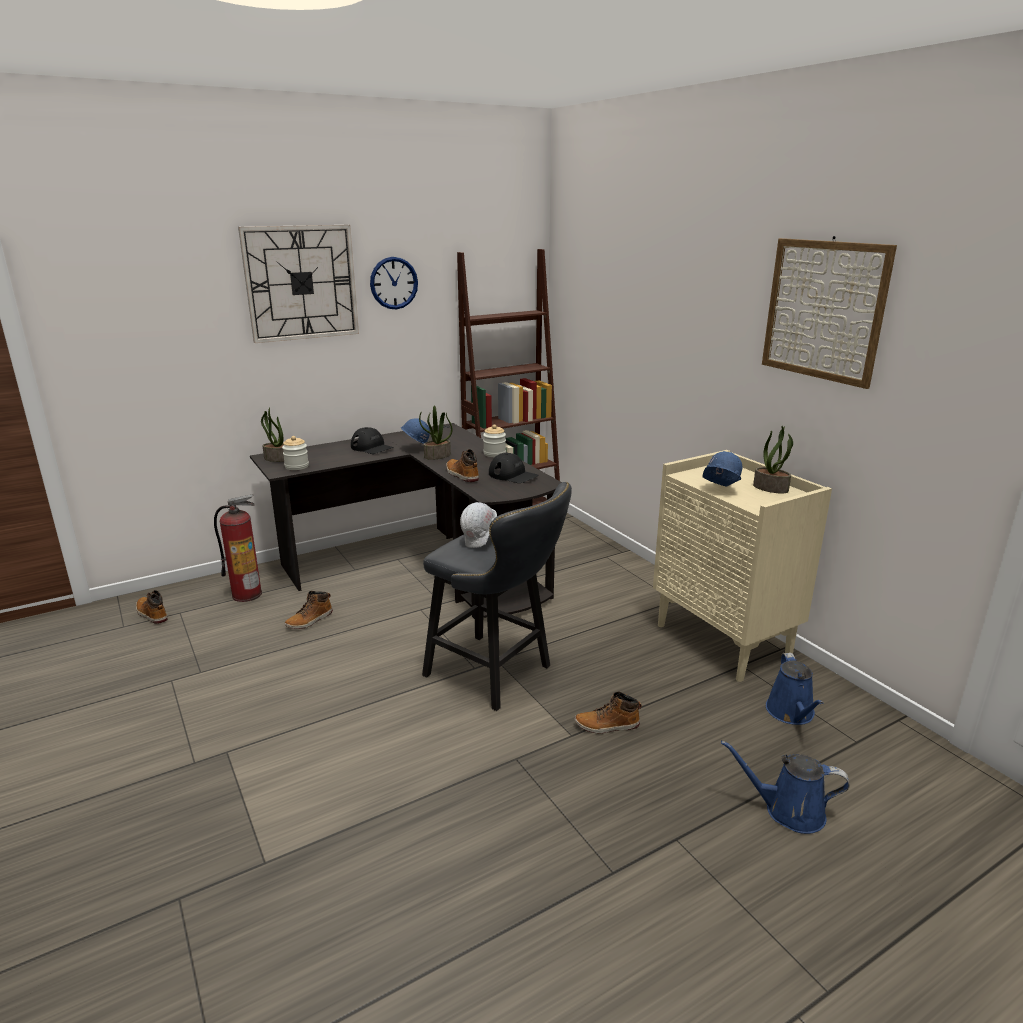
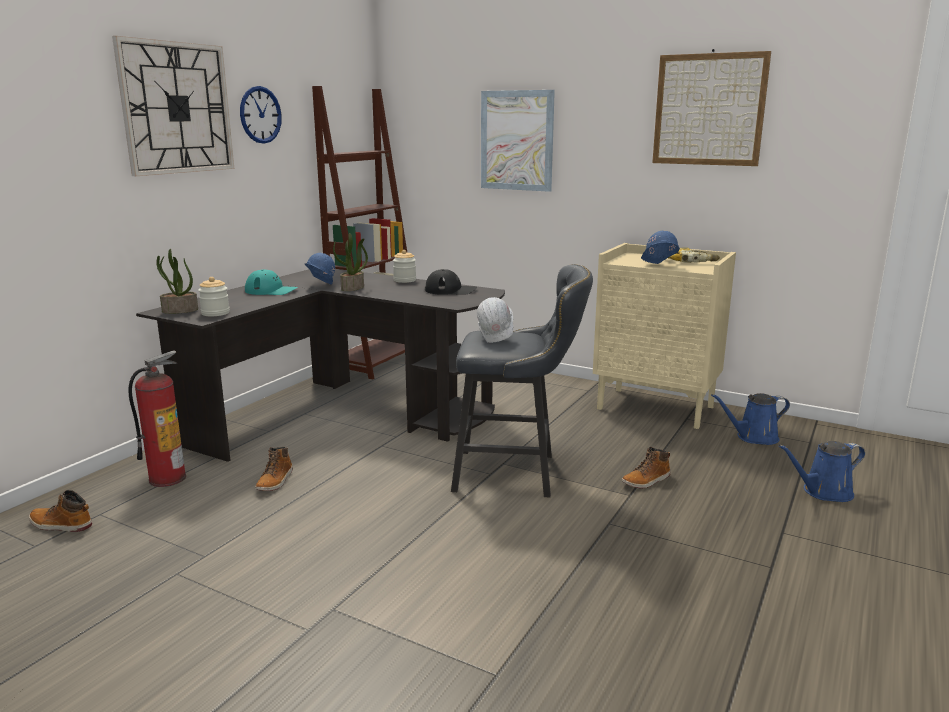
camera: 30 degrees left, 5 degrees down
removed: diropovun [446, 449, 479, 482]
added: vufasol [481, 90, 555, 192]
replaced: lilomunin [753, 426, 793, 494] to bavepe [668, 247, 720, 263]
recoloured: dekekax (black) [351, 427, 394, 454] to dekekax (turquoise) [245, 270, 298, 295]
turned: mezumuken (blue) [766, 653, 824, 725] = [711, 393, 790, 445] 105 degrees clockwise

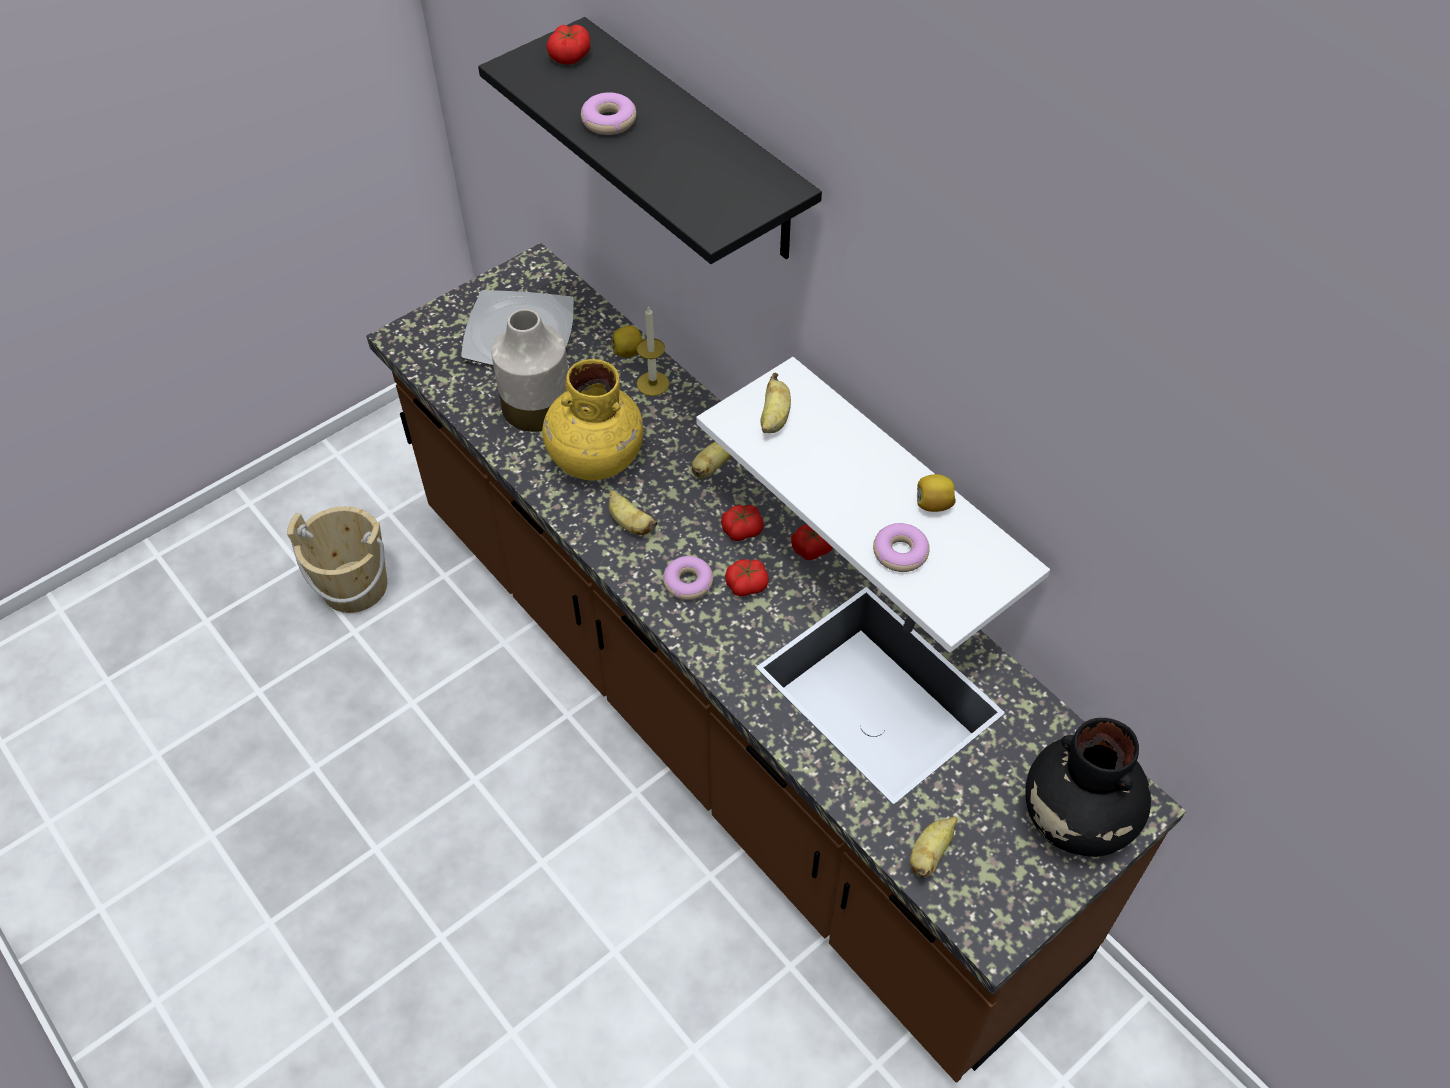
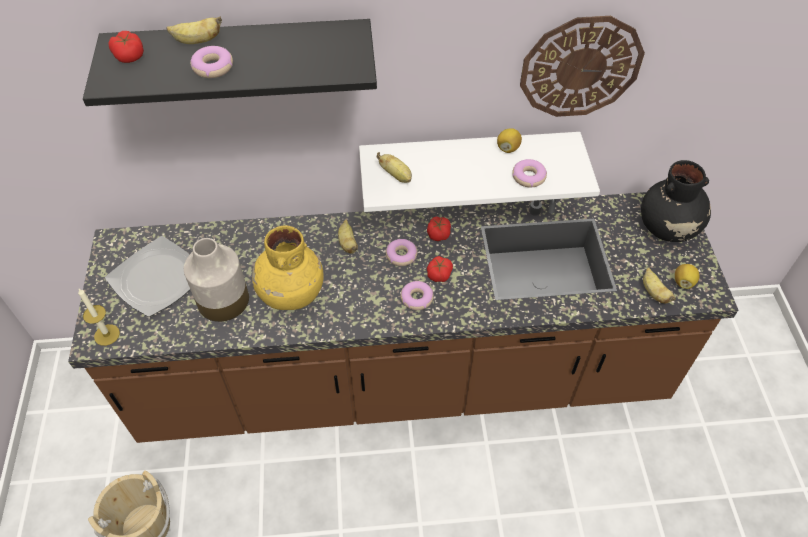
camera: 55 degrees left, 0 degrees up
added: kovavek [520, 16, 645, 117]
moved: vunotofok [609, 490, 657, 535] to [166, 16, 222, 44]; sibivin [611, 326, 642, 357] to [675, 264, 699, 289]; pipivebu [637, 306, 669, 396] to [78, 289, 120, 346]
replaced: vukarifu [721, 505, 764, 541] to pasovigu [386, 239, 417, 266]

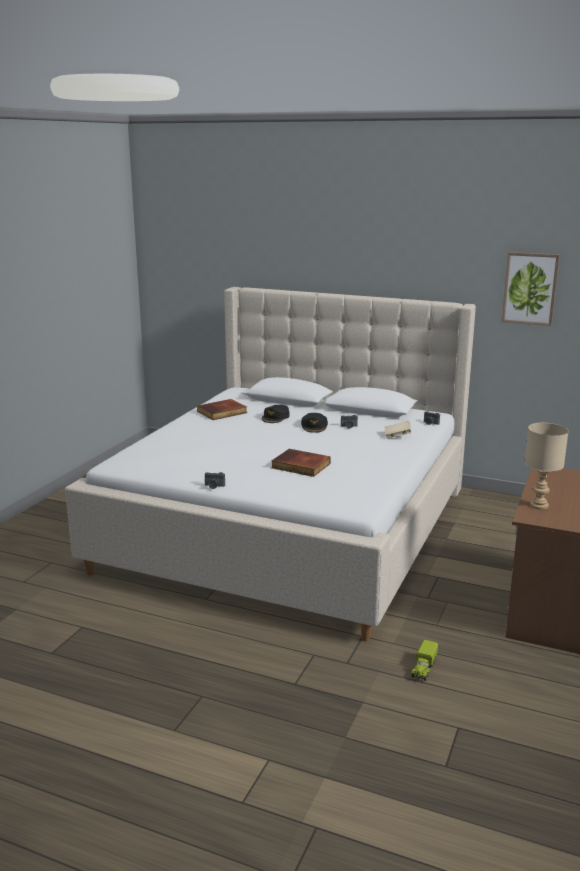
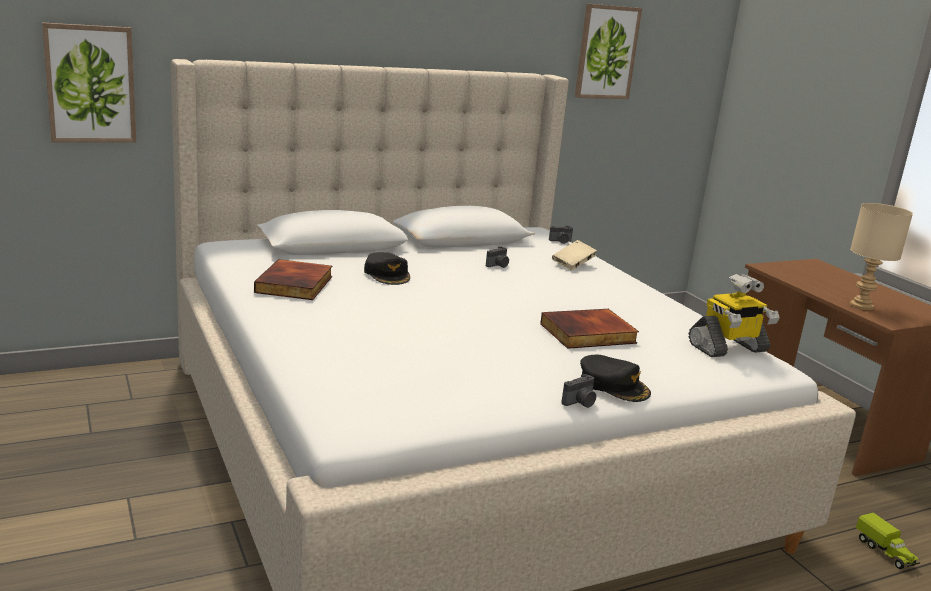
camera: 50 degrees left, 0 degrees up
added: vufasol [42, 22, 136, 143]; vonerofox [689, 273, 780, 357]
moved: dekekax (black) [301, 413, 328, 433] to [580, 355, 651, 402]

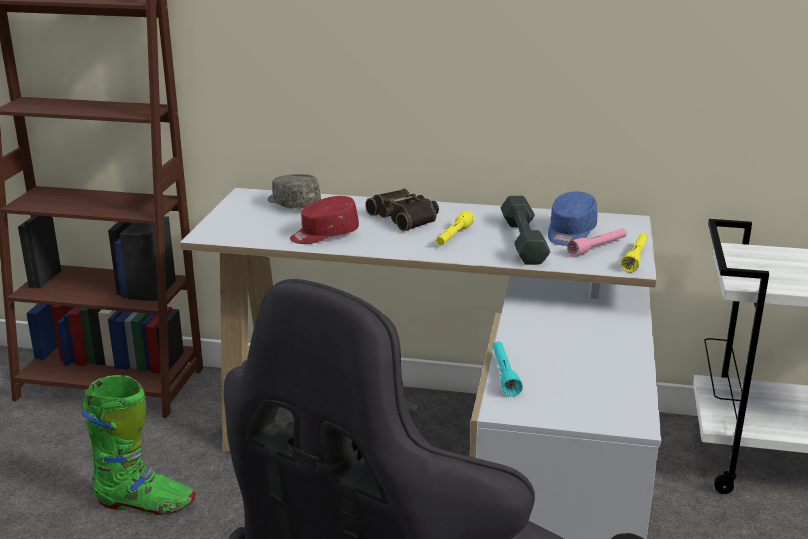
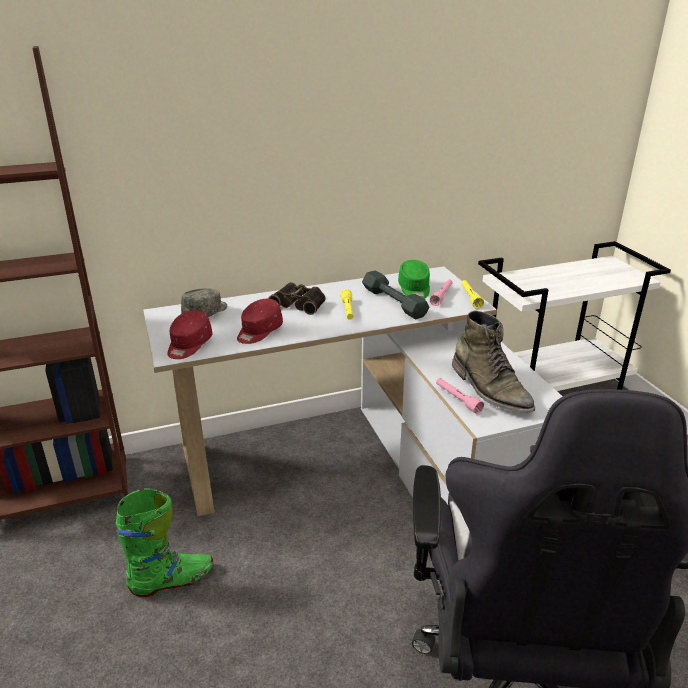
camera: 30 degrees left, 5 degrees up
added: dekekax (red) [167, 310, 212, 359]; diropovun (green) [452, 311, 535, 413]
recoloured: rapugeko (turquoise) [493, 341, 523, 396] to rapugeko (pink) [436, 378, 484, 414]; dekekax (blue) [548, 191, 598, 246] to dekekax (green) [398, 260, 430, 299]
turned: dekekax (grey) [268, 174, 321, 209] = [181, 288, 227, 317] 105 degrees clockwise

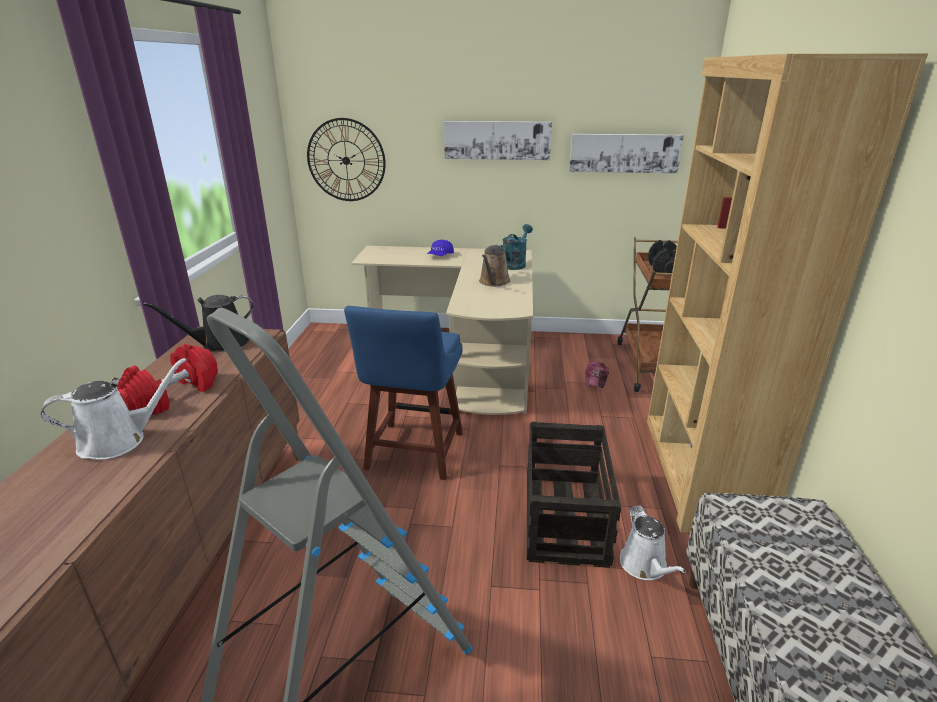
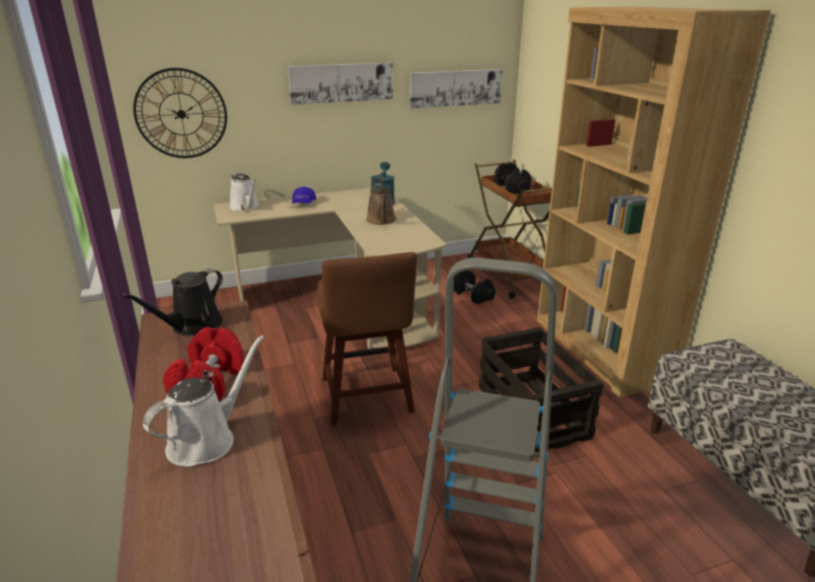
camera: 25 degrees left, 0 degrees up
moved: mezumuken (white) [620, 505, 686, 580] to [230, 173, 259, 211]
replaced: dekekax [585, 362, 609, 388] to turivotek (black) [454, 270, 496, 304]
recoloured: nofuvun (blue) [344, 306, 463, 480] to nofuvun (brown) [316, 252, 417, 425]

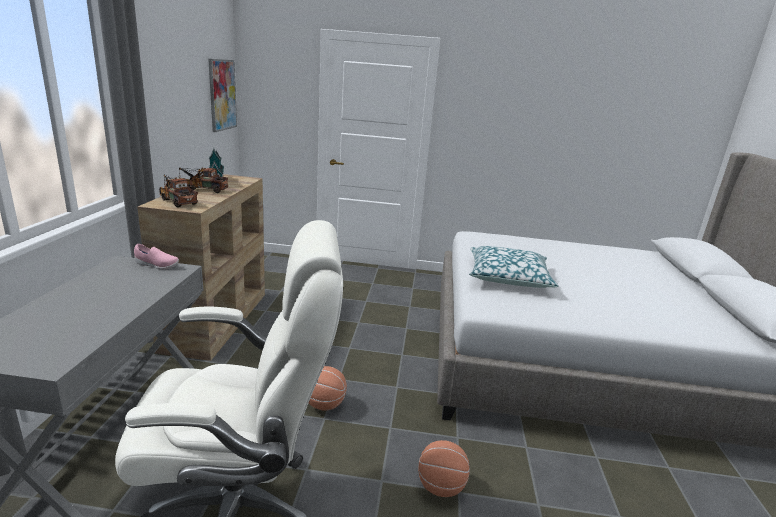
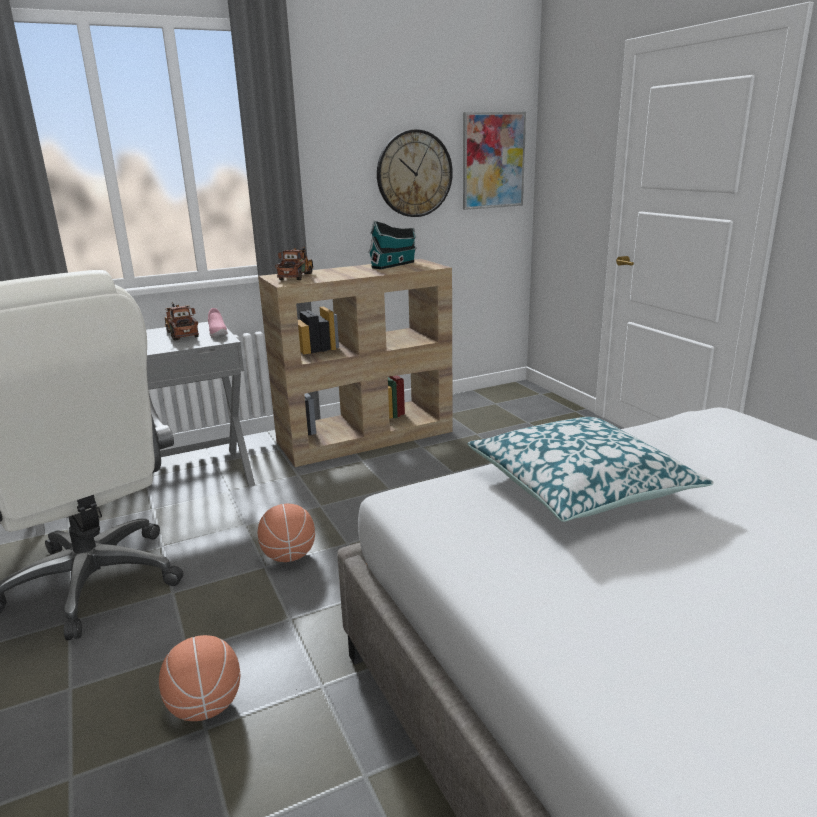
camera: 60 degrees right, 0 degrees up
added: kovavek [377, 129, 453, 217]
moved: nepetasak [178, 168, 228, 193] to [165, 302, 199, 341]

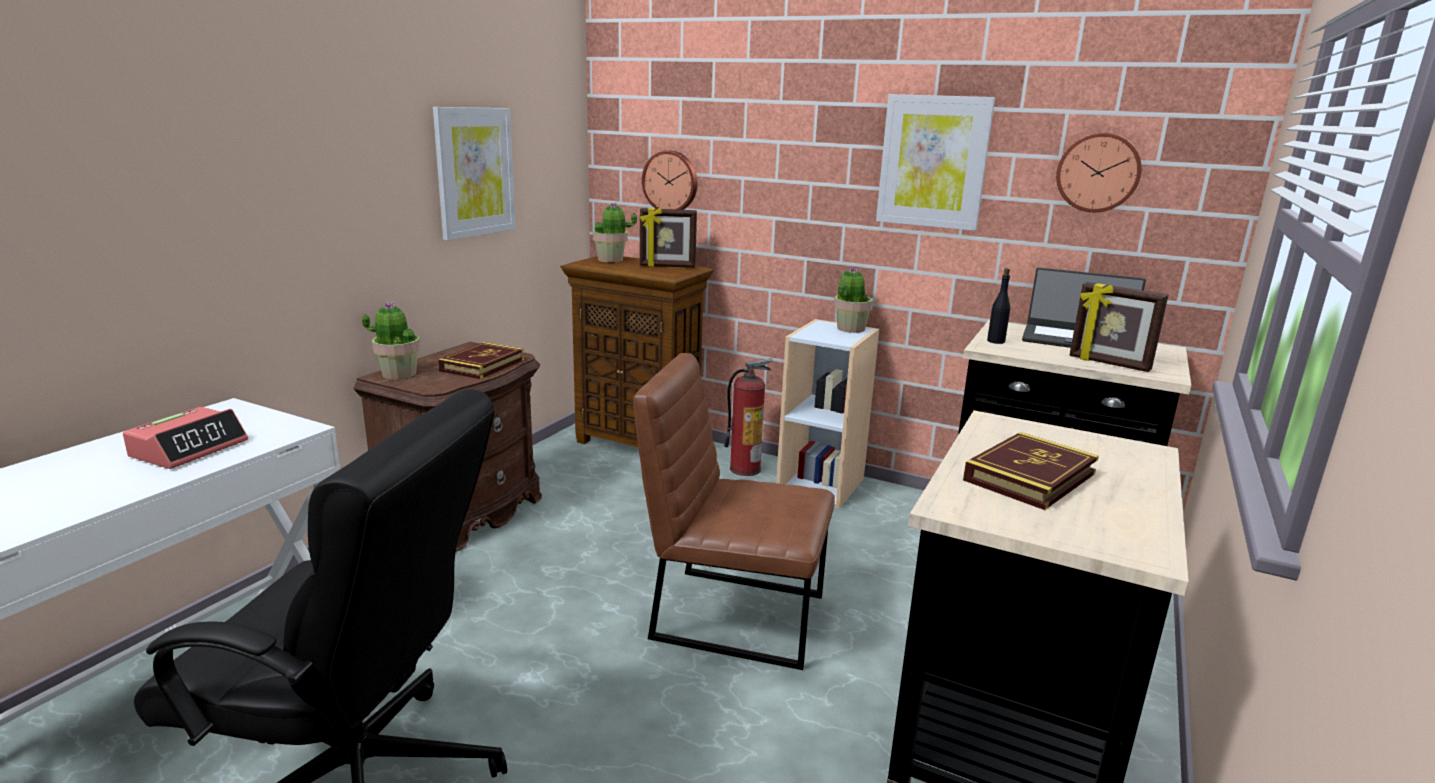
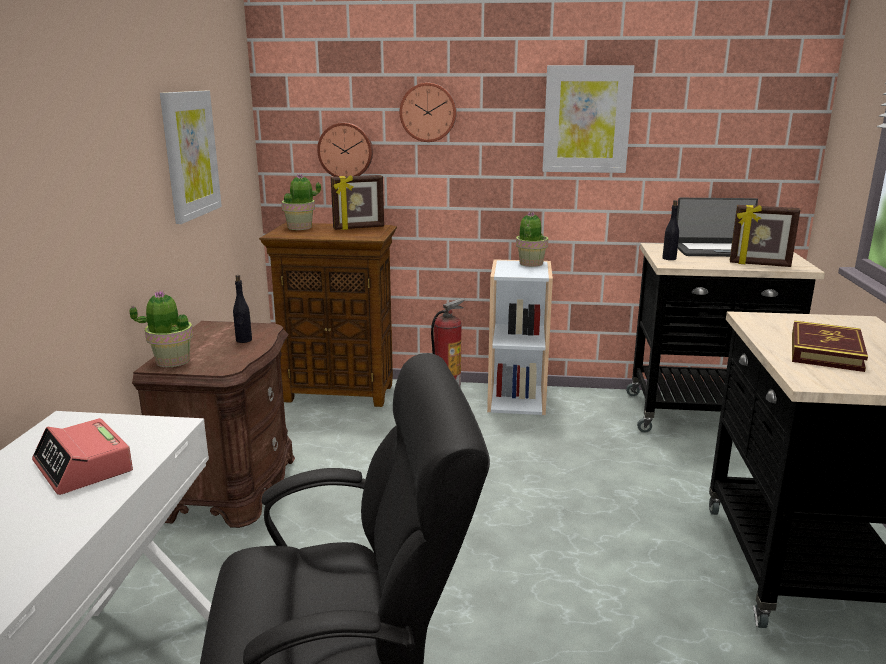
camera: 20 degrees left, 0 degrees up
removed: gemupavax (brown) [633, 353, 835, 670]
moved: kovavek [1056, 133, 1142, 212] to [400, 83, 457, 142]
replaced: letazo [438, 342, 524, 379] to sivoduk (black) [233, 275, 252, 343]
turned: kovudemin [123, 407, 248, 469] = [32, 418, 133, 495] 135 degrees clockwise

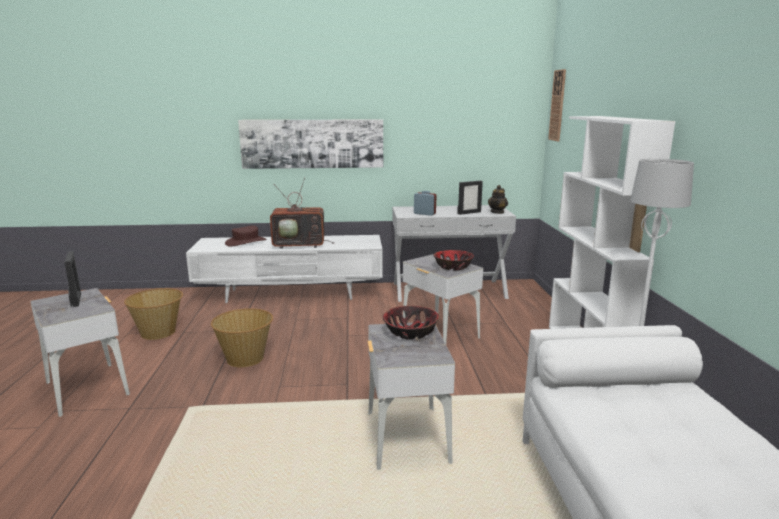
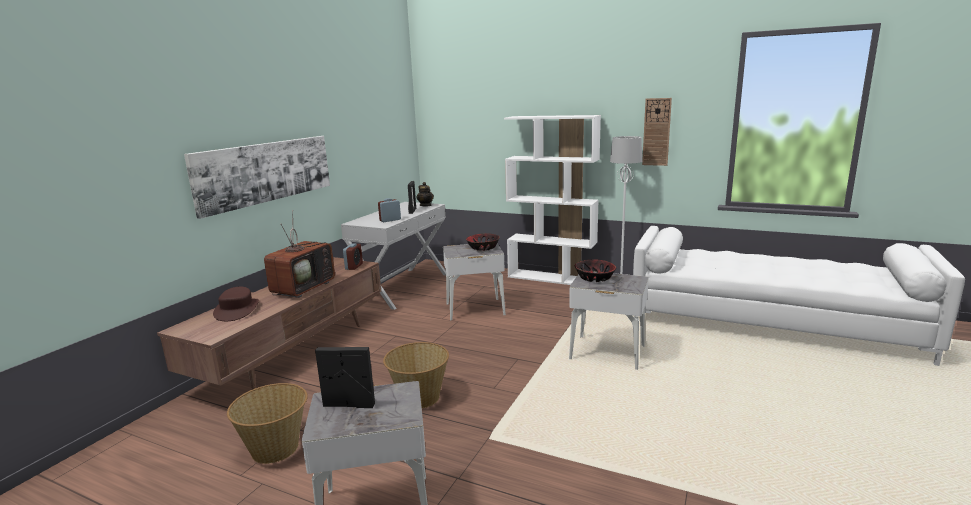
camera: 60 degrees left, 0 degrees up
added: kovudemin [343, 244, 363, 270]
moved: kovavek [548, 69, 566, 141] to [642, 98, 672, 166]
recoloured: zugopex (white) [186, 235, 383, 303] to zugopex (brown) [157, 257, 381, 390]

